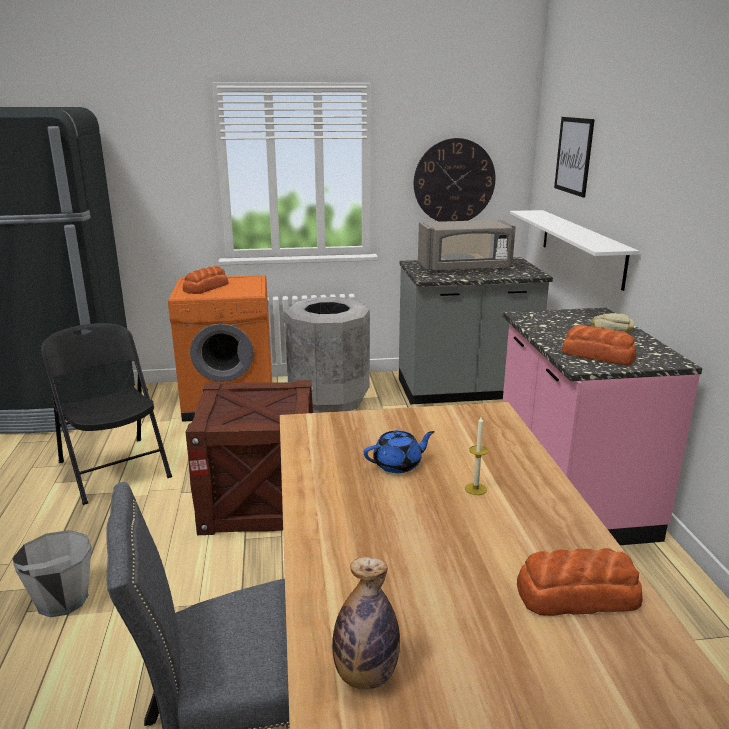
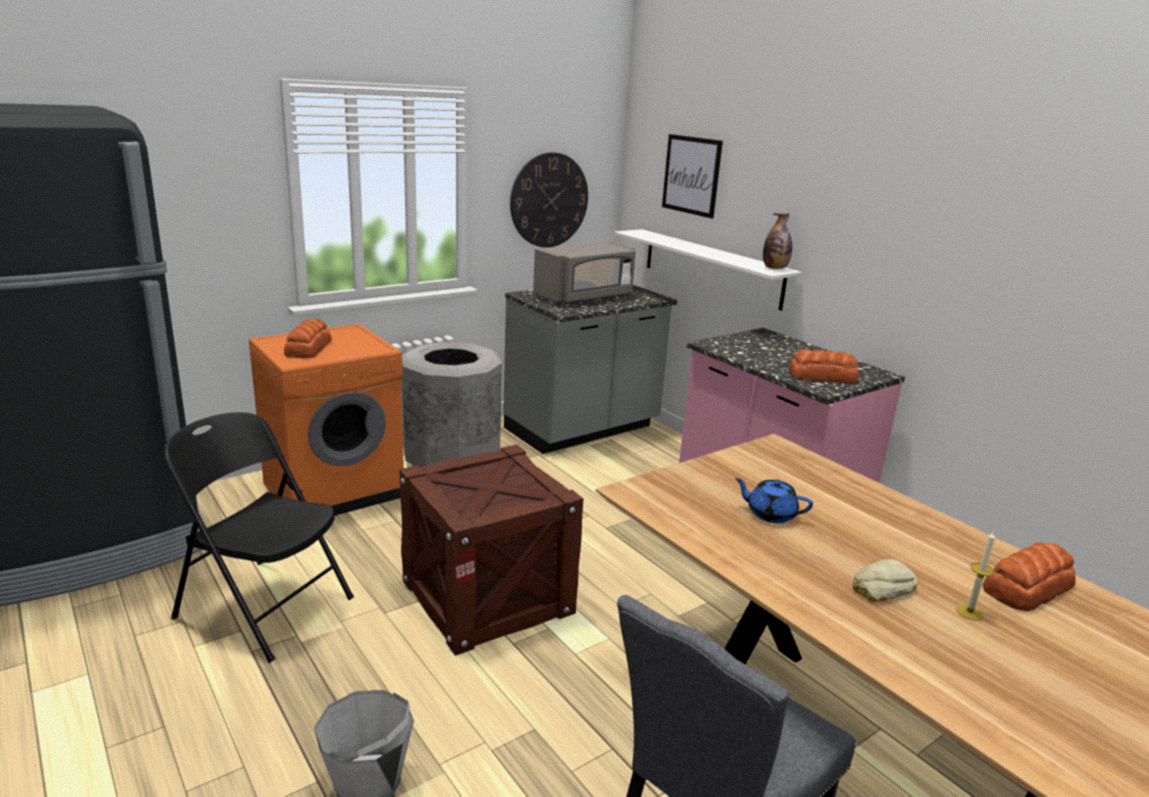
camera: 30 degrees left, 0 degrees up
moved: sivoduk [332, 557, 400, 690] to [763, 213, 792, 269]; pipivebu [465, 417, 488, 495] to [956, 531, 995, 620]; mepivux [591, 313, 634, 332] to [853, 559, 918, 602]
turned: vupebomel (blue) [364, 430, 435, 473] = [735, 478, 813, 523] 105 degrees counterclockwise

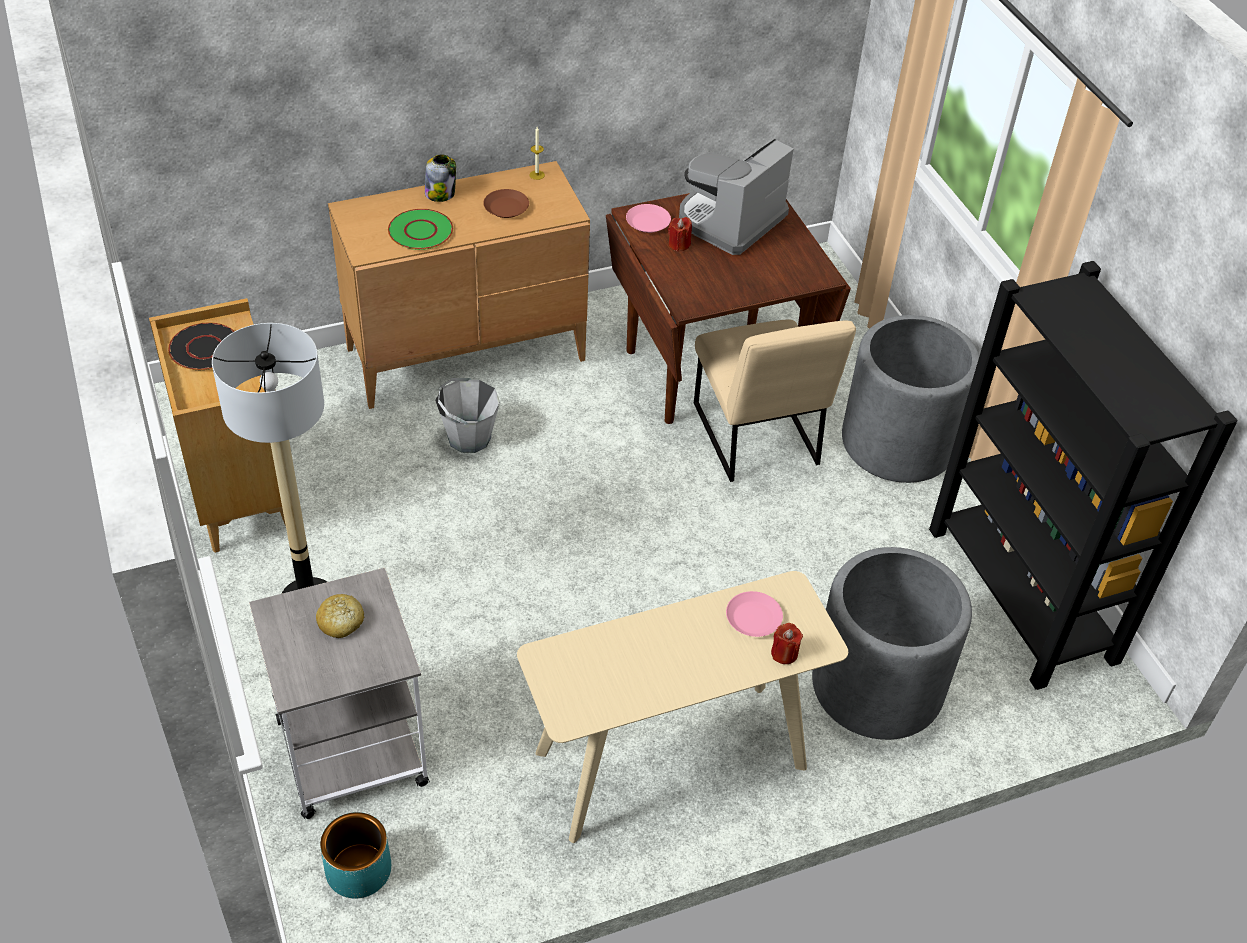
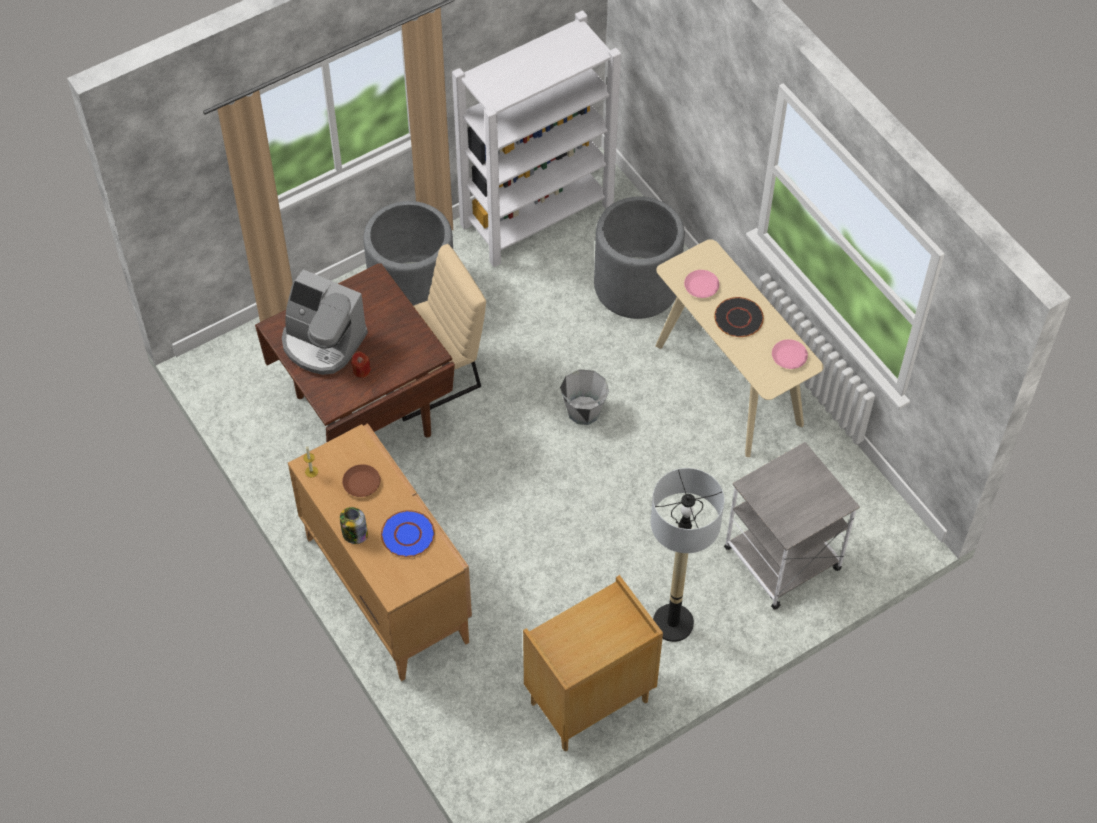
camera: 100 degrees left, 10 degrees up
removed: mepivux [316, 594, 365, 638]; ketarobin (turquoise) [320, 812, 391, 898]; pipivebu (red) [771, 623, 803, 664]
moved: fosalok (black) [168, 322, 235, 370] to [714, 297, 764, 337]; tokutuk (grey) [435, 378, 500, 453] to [560, 369, 609, 425]; fosalok (pink) [626, 204, 671, 233] to [772, 339, 808, 369]
recoloured: fosalok (green) [388, 209, 453, 250] to fosalok (blue) [381, 510, 435, 557]; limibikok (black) [929, 261, 1237, 690] to limibikok (white) [452, 11, 621, 267]

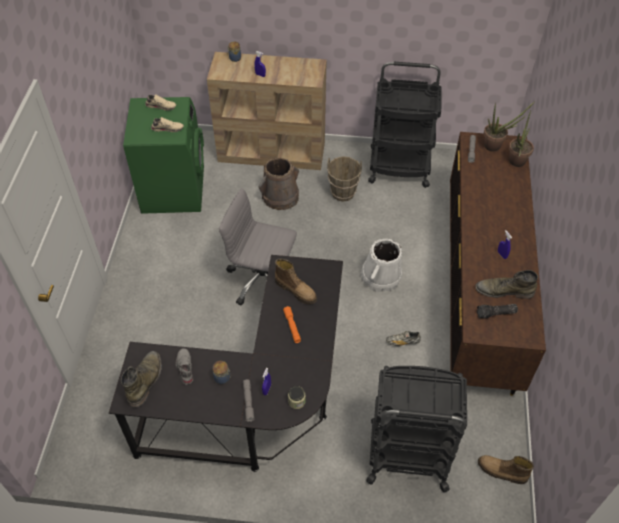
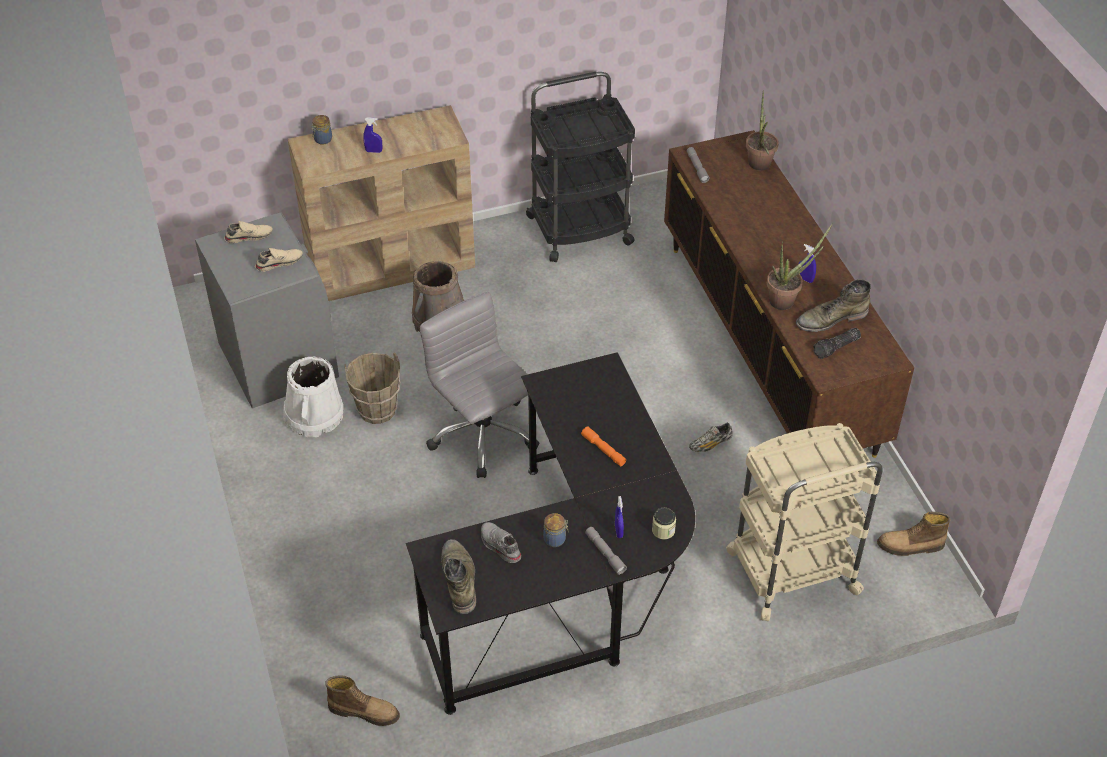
camera: 25 degrees left, 5 degrees down
moved: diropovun [275, 259, 317, 304] to [325, 675, 400, 726]; tokutuk (brown) [327, 156, 362, 202] to [344, 353, 401, 424]; tokutuk (white) [361, 239, 402, 292] to [283, 357, 343, 437]; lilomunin [484, 101, 535, 152] to [767, 224, 832, 310]
recoloured: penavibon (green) [123, 97, 204, 214] to penavibon (grey) [195, 212, 339, 408]; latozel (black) [366, 366, 467, 492] to latozel (beige) [726, 423, 883, 621]
turned: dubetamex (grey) [219, 188, 297, 306] = [420, 292, 539, 478] 60 degrees clockwise

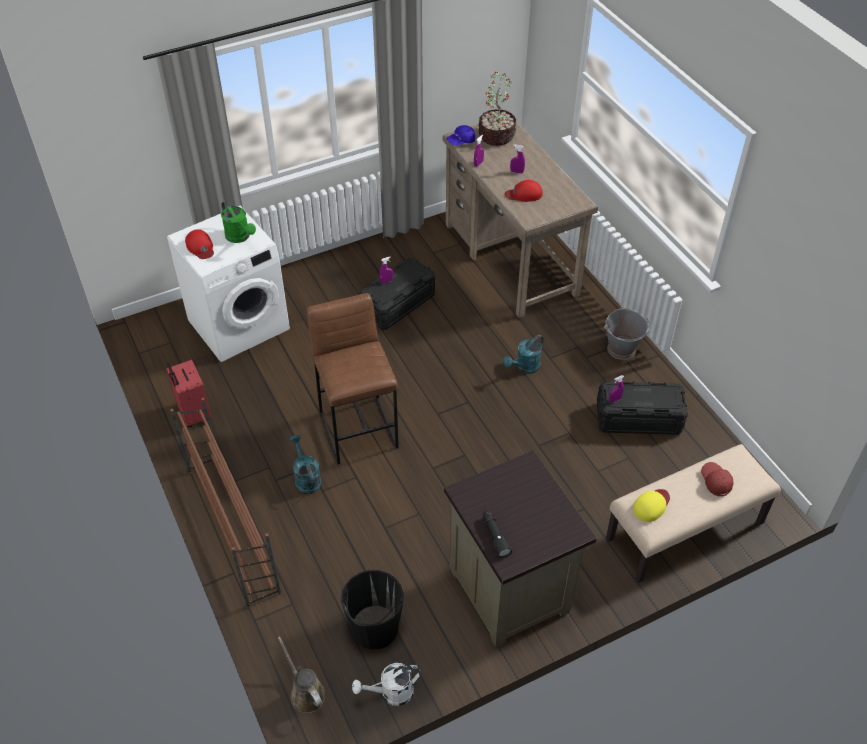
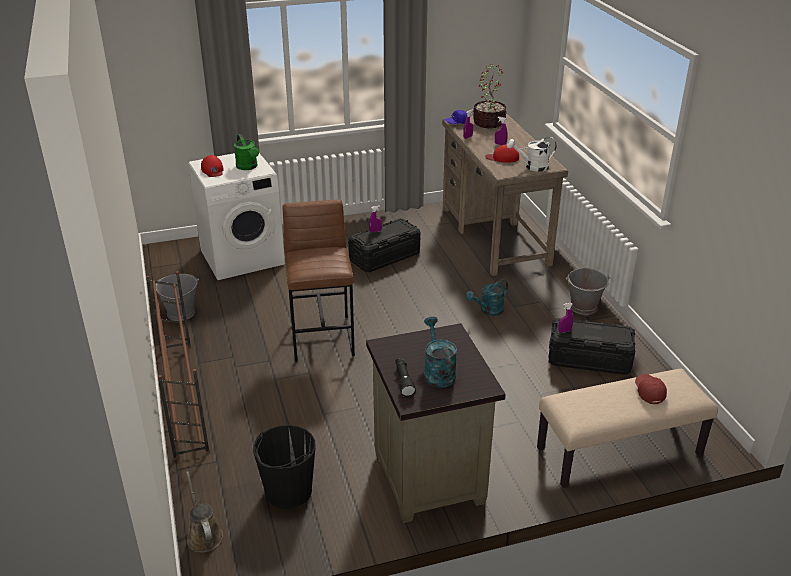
camera: 10 degrees right, 15 degrees down
removed: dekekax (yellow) [633, 489, 670, 522]
moved: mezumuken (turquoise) [290, 435, 321, 494] to [424, 316, 457, 388]; mezumuken (white) [352, 663, 421, 706] to [507, 137, 557, 172]
replaced: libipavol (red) [166, 360, 212, 427] to tokutuk (grey) [156, 274, 199, 321]

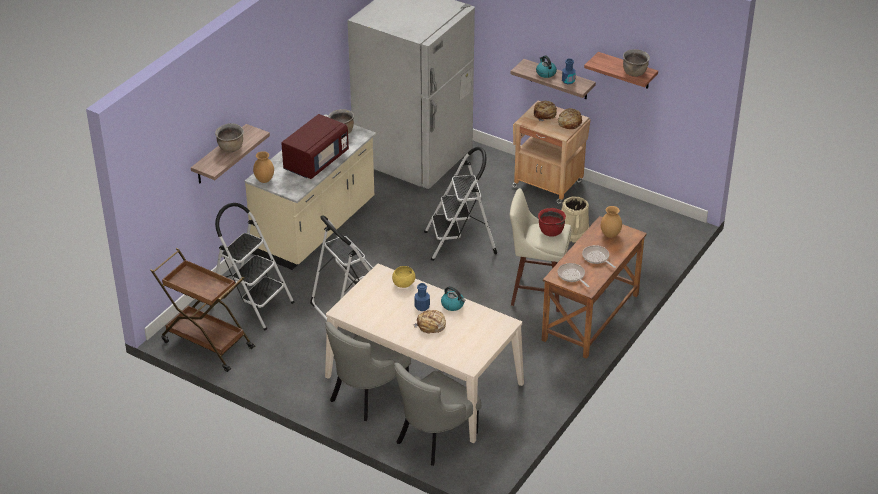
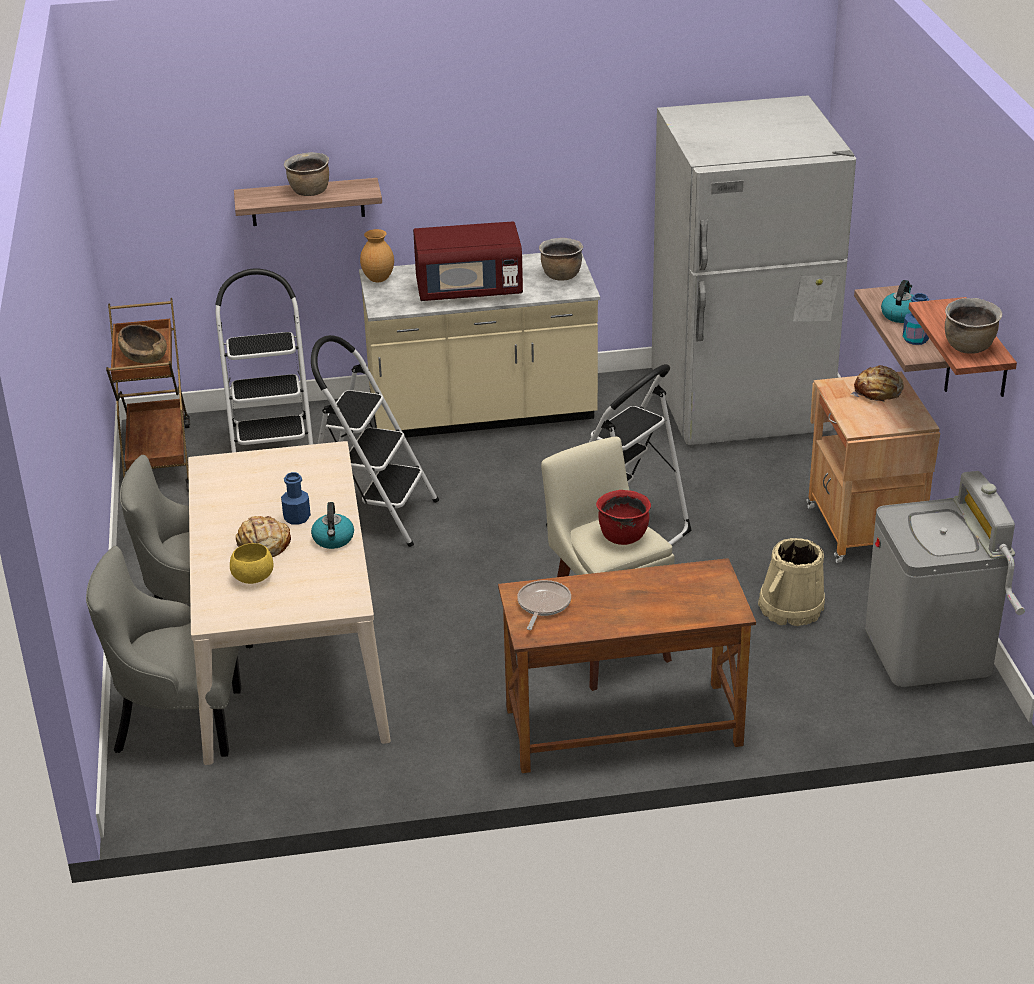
camera: 50 degrees right, 5 degrees down
removed: mepivux [558, 108, 582, 129]; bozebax [582, 245, 616, 268]; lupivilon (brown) [601, 206, 622, 238]
added: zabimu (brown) [118, 325, 167, 363]; penavibon (grey) [865, 471, 1025, 687]
moved: zabimu (yellow) [392, 266, 415, 288] to [230, 543, 273, 584]

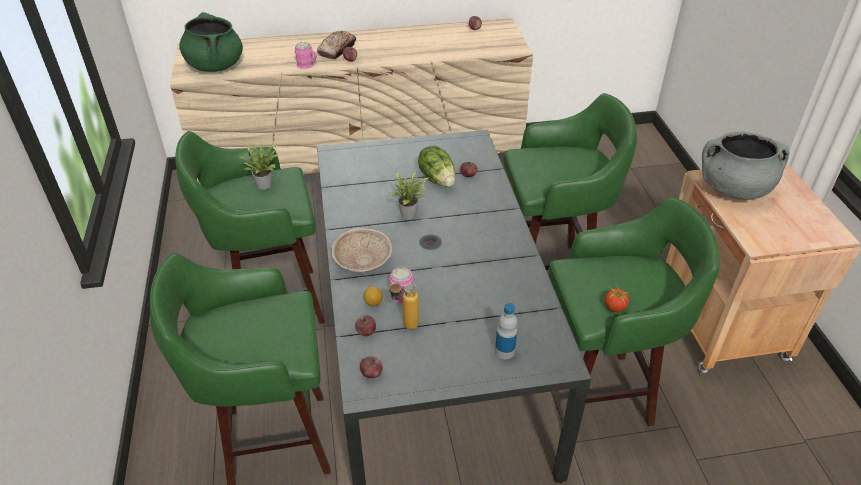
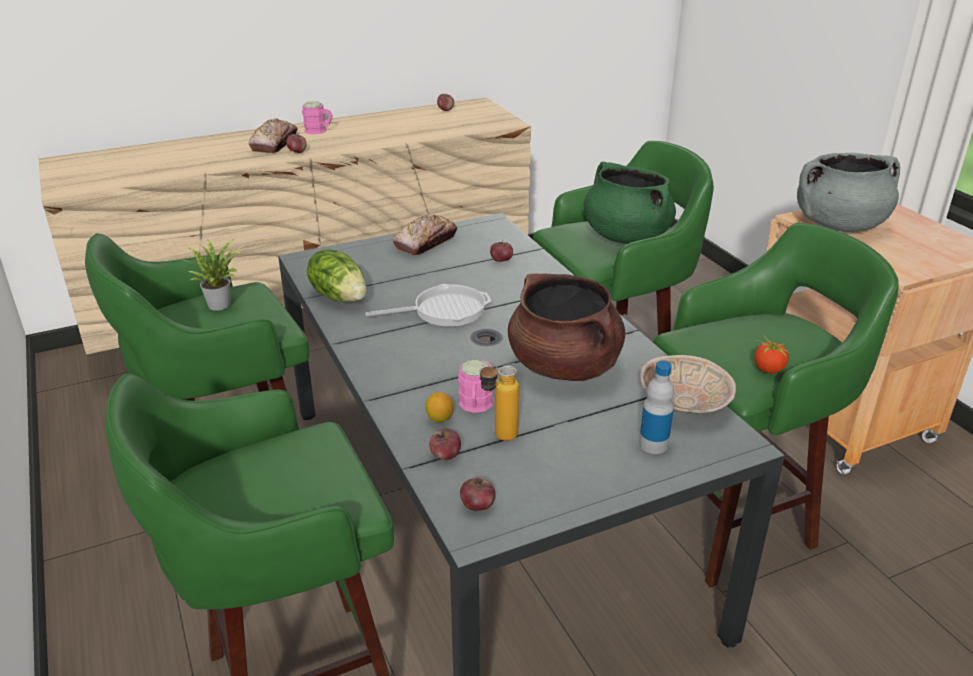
camera: 15 degrees left, 10 degrees down
added: mepivux [393, 214, 457, 255]; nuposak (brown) [508, 274, 625, 381]
moved: nuposak (green) [179, 12, 243, 72] to [583, 161, 676, 244]; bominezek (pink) [295, 42, 317, 69] to [302, 101, 333, 134]; zabimu (beige) [331, 228, 392, 272] to [640, 355, 736, 413]; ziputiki [418, 146, 455, 187] to [307, 249, 367, 302]
replaced: lilomunin [390, 171, 428, 219] to bozebax [365, 284, 491, 327]

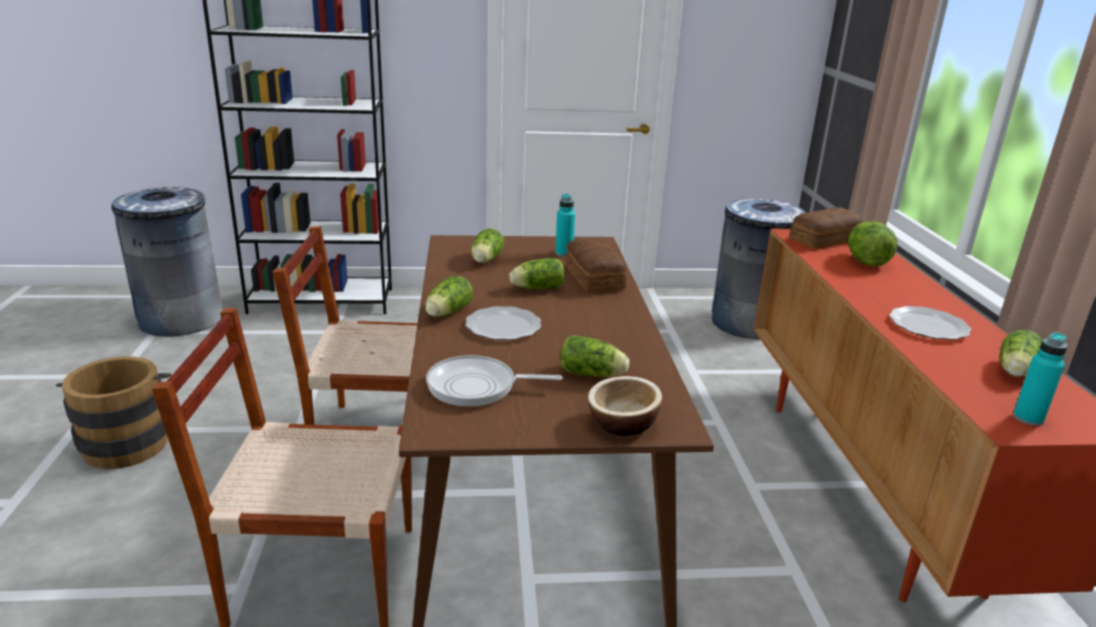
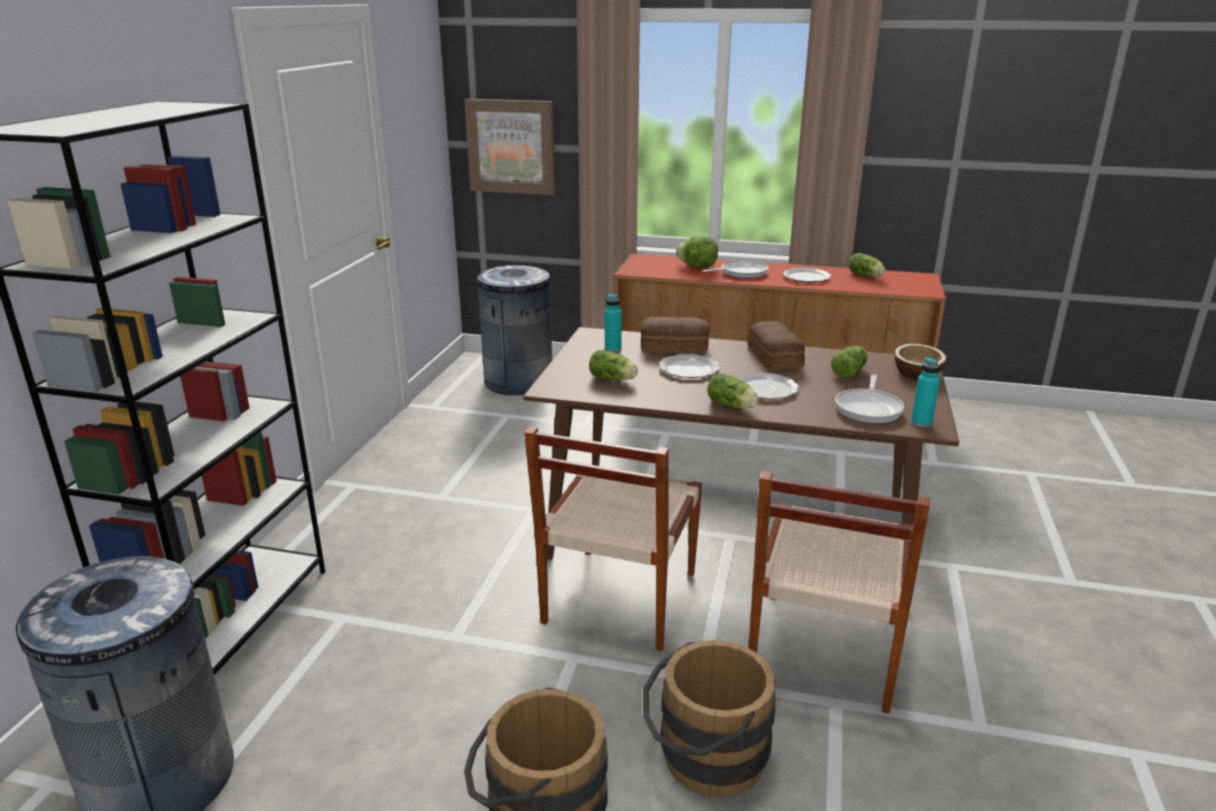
camera: 70 degrees left, 0 degrees up
added: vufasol [464, 99, 555, 195]; tokutuk (brown) [643, 640, 776, 798]; bozebax [702, 260, 768, 278]
moved: mepivux [789, 208, 863, 249] to [747, 321, 805, 370]; sivoduk (turquoise) [1013, 333, 1067, 426] to [911, 357, 940, 427]
replaced: ziputiki [509, 258, 565, 289] to fosalok [659, 354, 720, 378]

